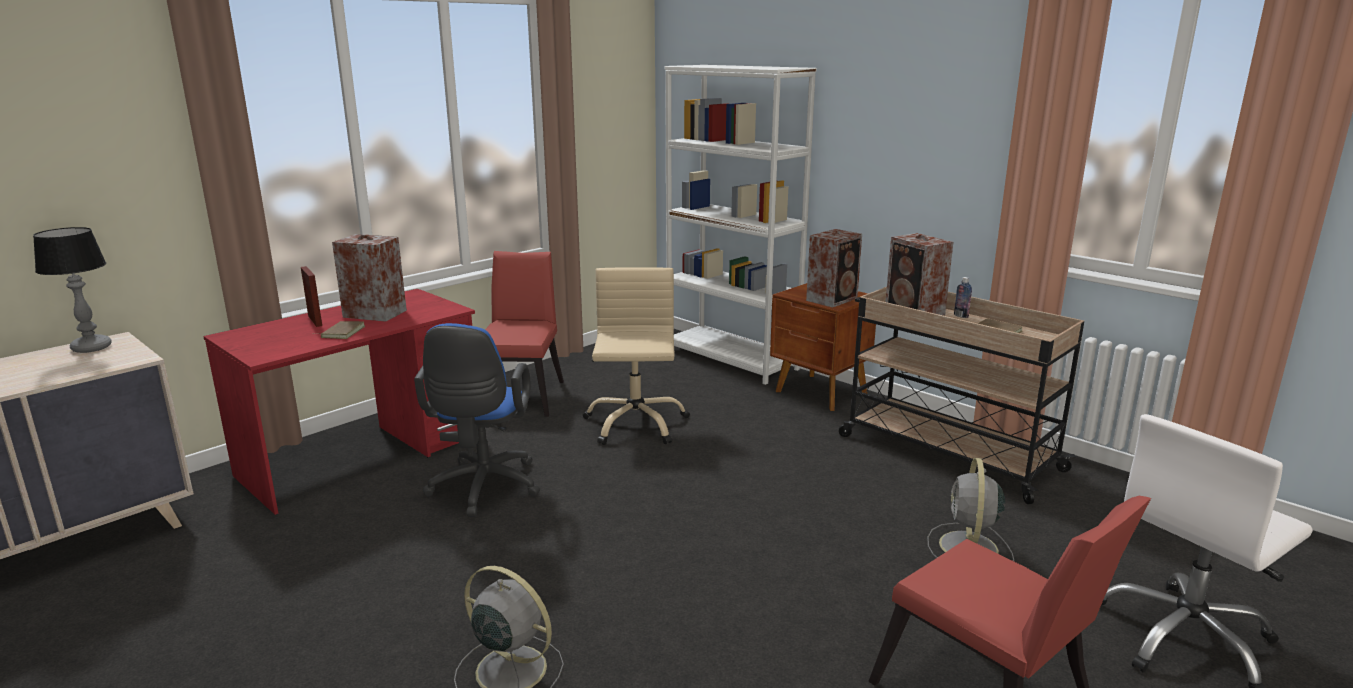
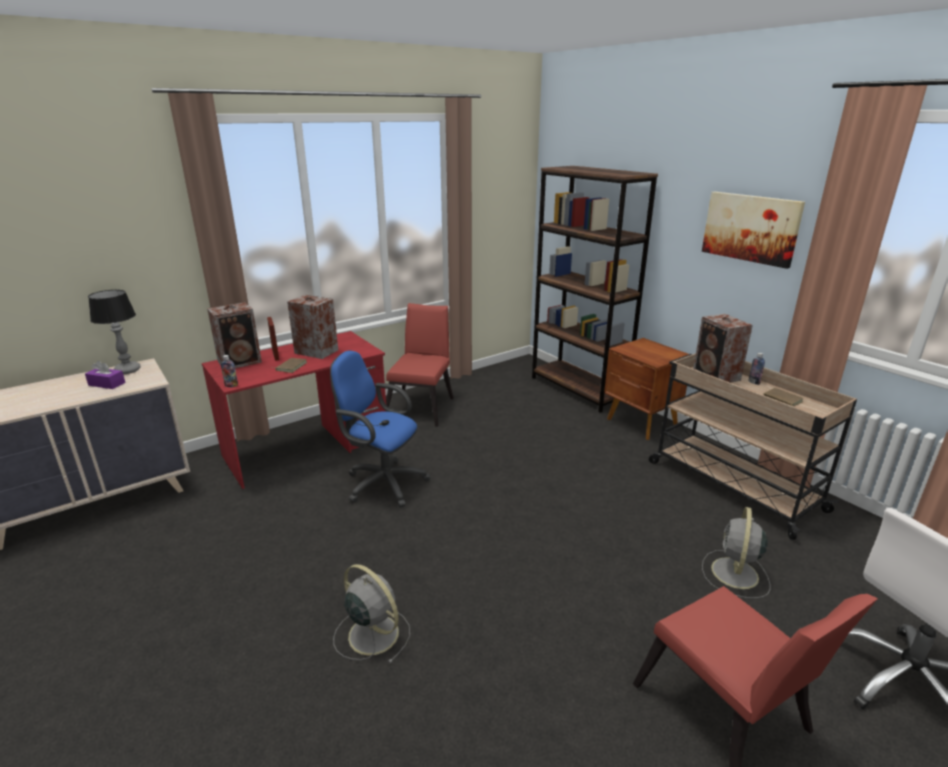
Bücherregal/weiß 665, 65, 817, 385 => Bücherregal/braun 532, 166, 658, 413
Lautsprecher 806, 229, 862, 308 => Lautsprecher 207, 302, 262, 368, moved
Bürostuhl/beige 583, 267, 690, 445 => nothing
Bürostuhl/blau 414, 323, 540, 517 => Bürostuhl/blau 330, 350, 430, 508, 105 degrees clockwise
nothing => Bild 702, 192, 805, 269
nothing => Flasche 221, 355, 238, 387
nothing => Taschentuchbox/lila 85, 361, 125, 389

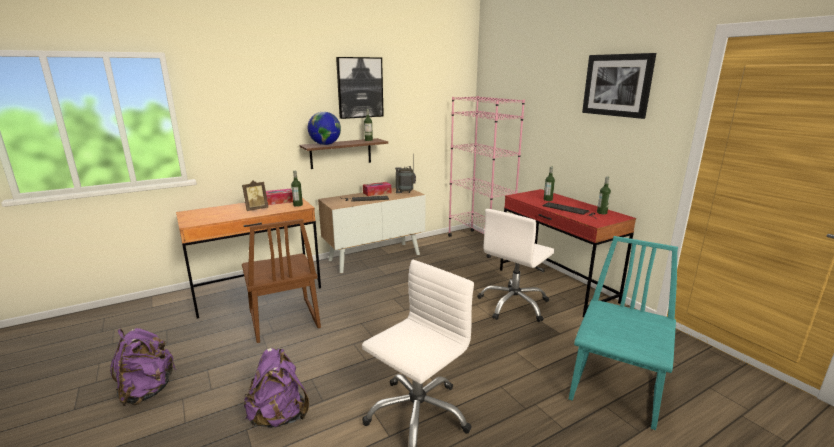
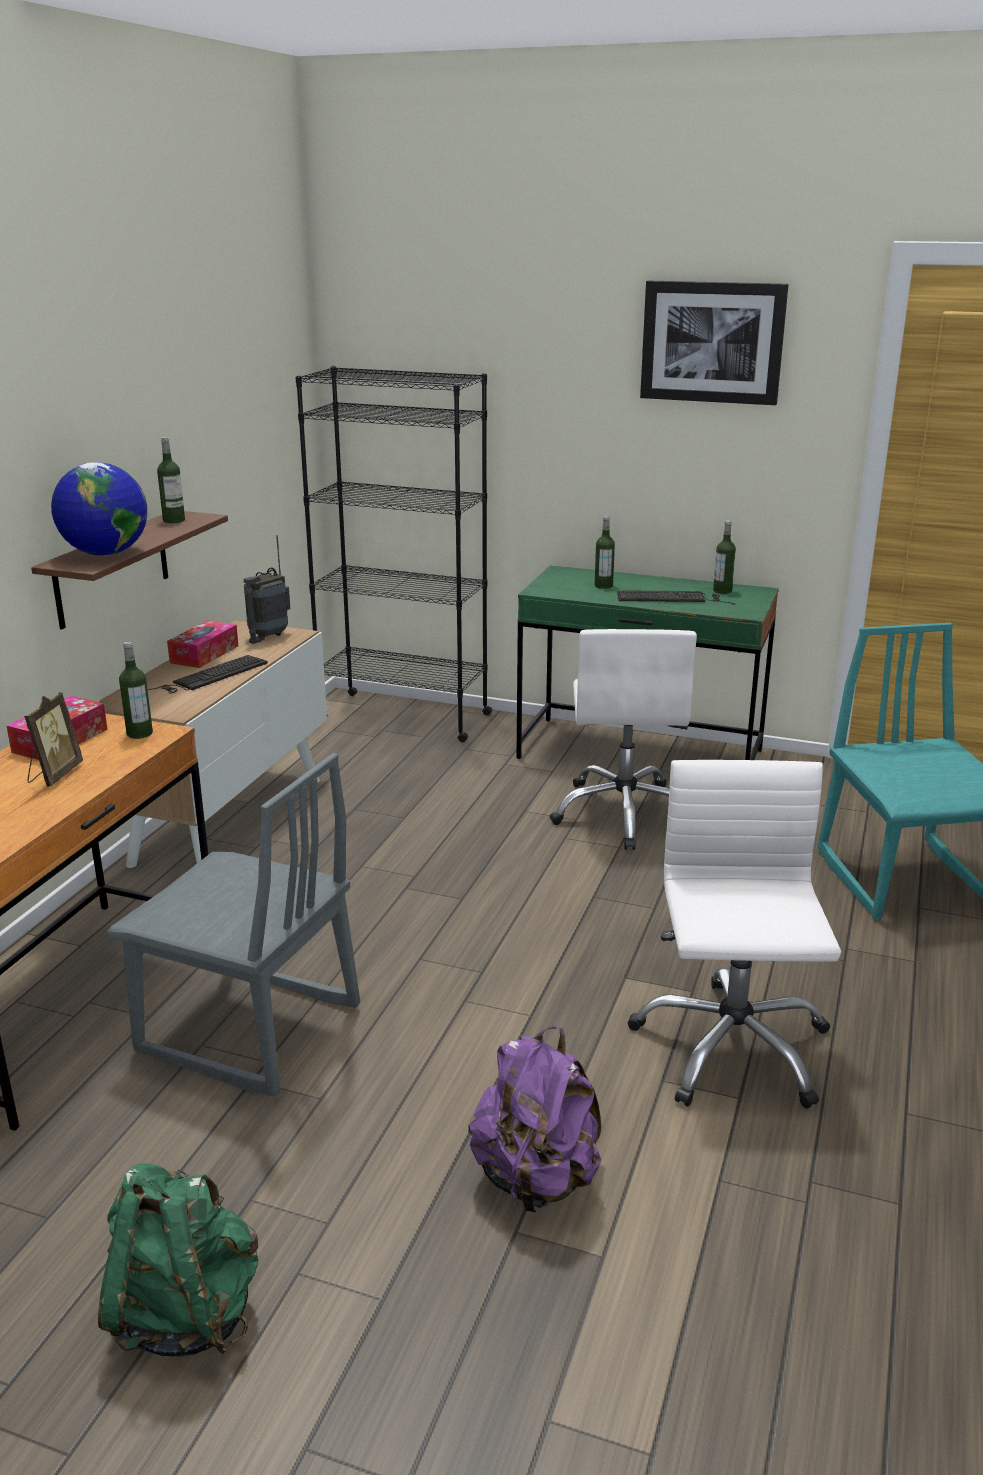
Bild 336, 57, 384, 119 => nothing
Bücherregal/rosa 448, 96, 525, 258 => Bücherregal/schwarz 296, 366, 492, 742
Schreibtisch/rot 500, 189, 636, 318 => Schreibtisch/grün 517, 566, 779, 760
Stuhl/braun 242, 219, 321, 343 => Stuhl/grau 108, 753, 360, 1096
Rucksack/lila 110, 328, 176, 406 => Rucksack/grün 98, 1164, 259, 1357

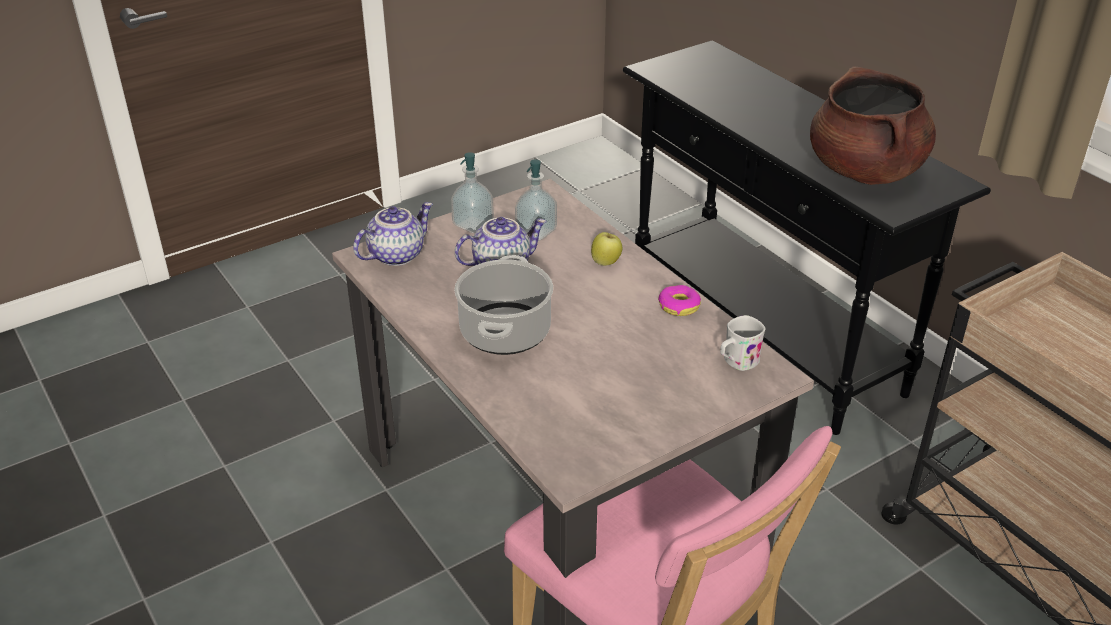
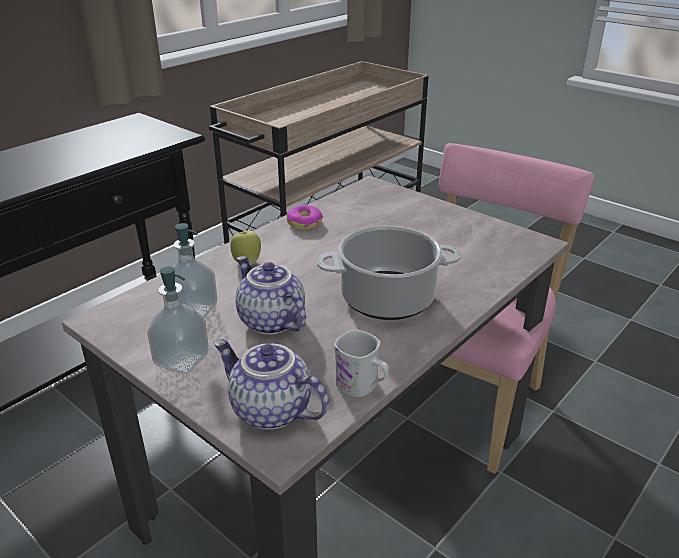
Kochtopf/braun 810, 66, 936, 185 => nothing
Henkelbecher/weiß 720, 315, 765, 371 => Henkelbecher/weiß 334, 330, 389, 397, moved

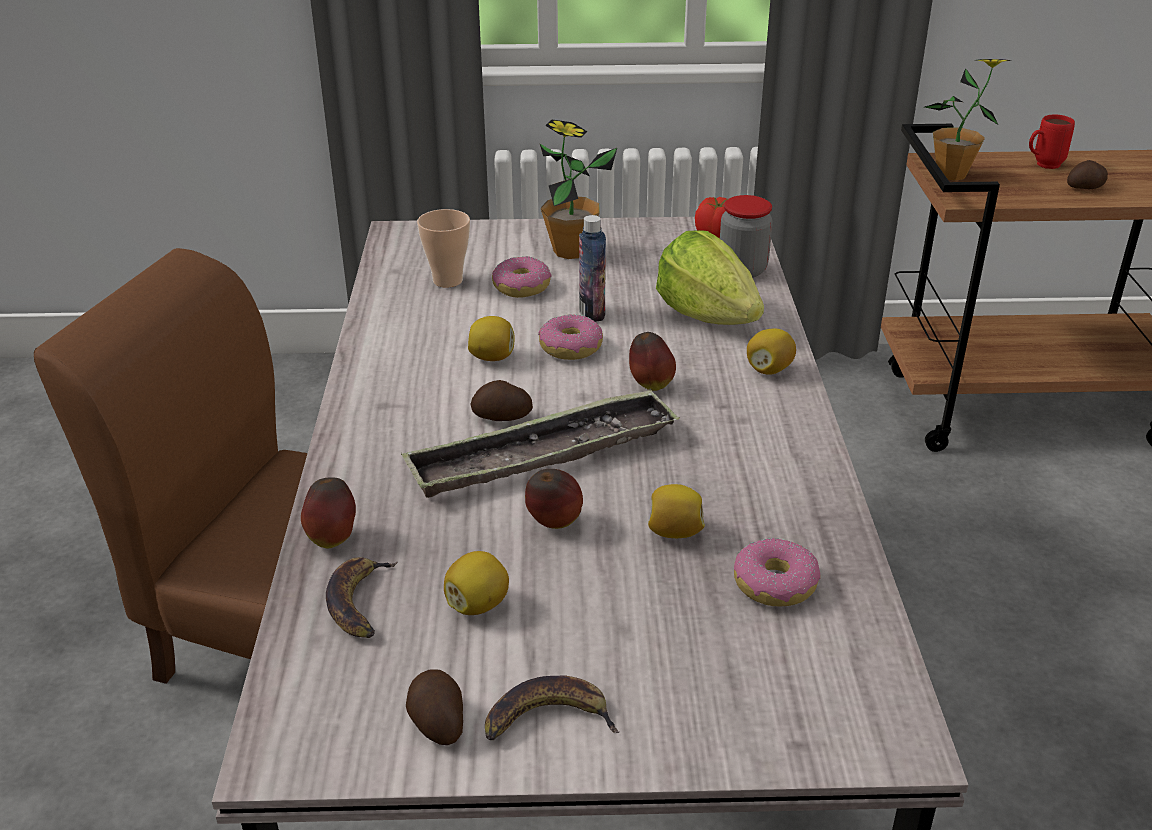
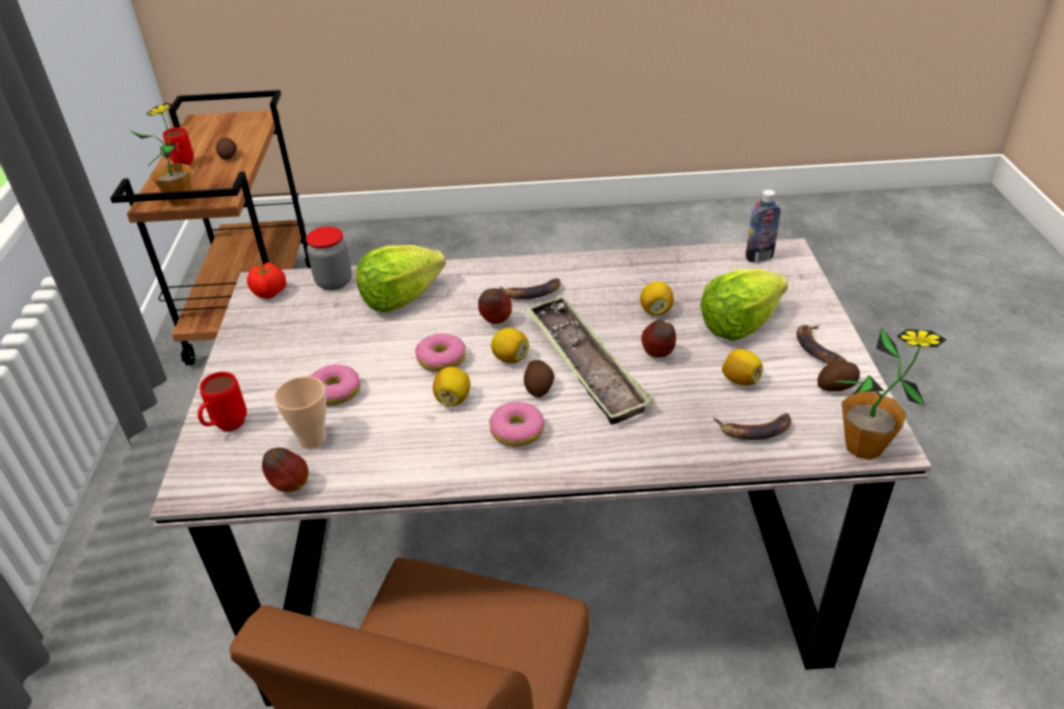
Topfpflanze 539, 120, 617, 259 => Topfpflanze 833, 328, 947, 460, moved
Flasche 579, 215, 606, 322 => Flasche 746, 190, 781, 263, moved
Zitrone 747, 329, 796, 375 => Zitrone 491, 328, 529, 363, moved
Apfel 301, 477, 356, 548 => Apfel 262, 448, 309, 493, moved
Donut 734, 538, 821, 606 => Donut 489, 401, 545, 447, moved
nothing => Salatkopf 700, 269, 788, 341
nothing => Banane 499, 278, 561, 299
nothing => Henkelbecher/rot 198, 372, 247, 431

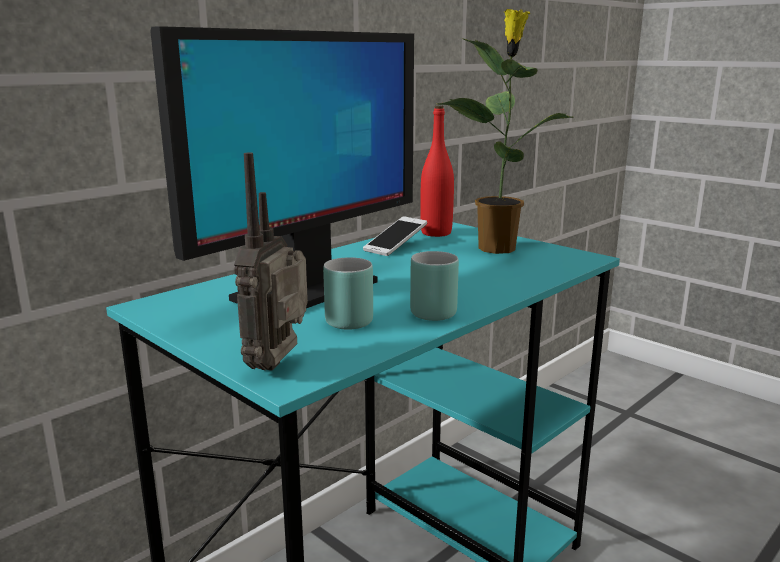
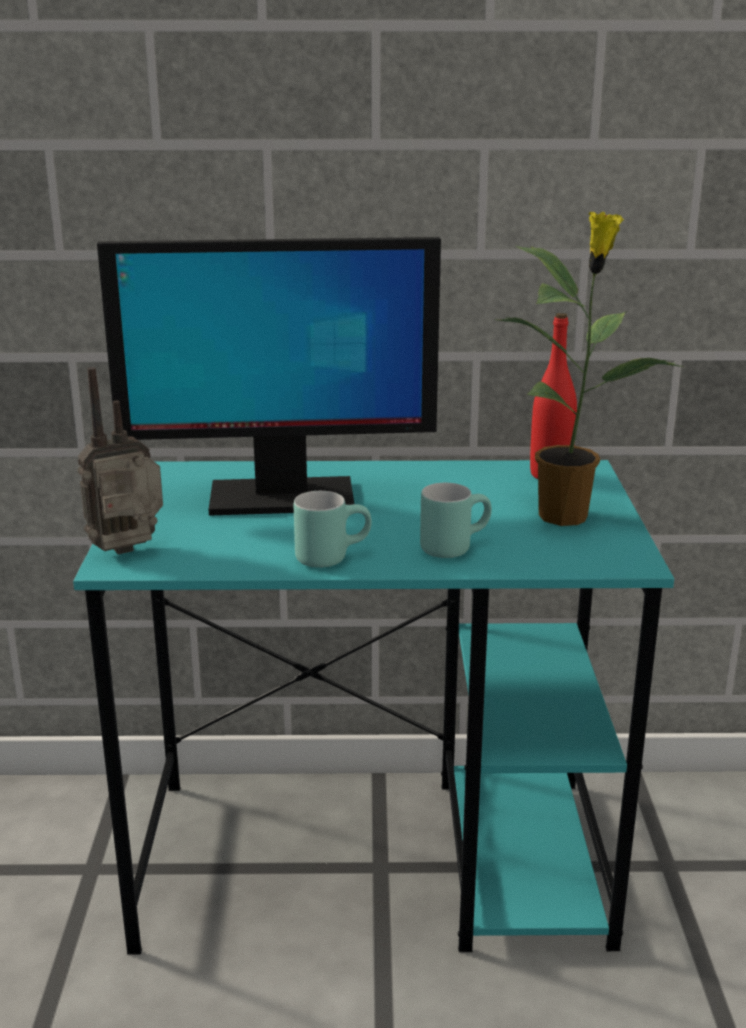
Handy 363, 216, 427, 256 => nothing
Henkelbecher/türkis 323, 257, 373, 330 => Henkelbecher/türkis 420, 483, 492, 558, moved

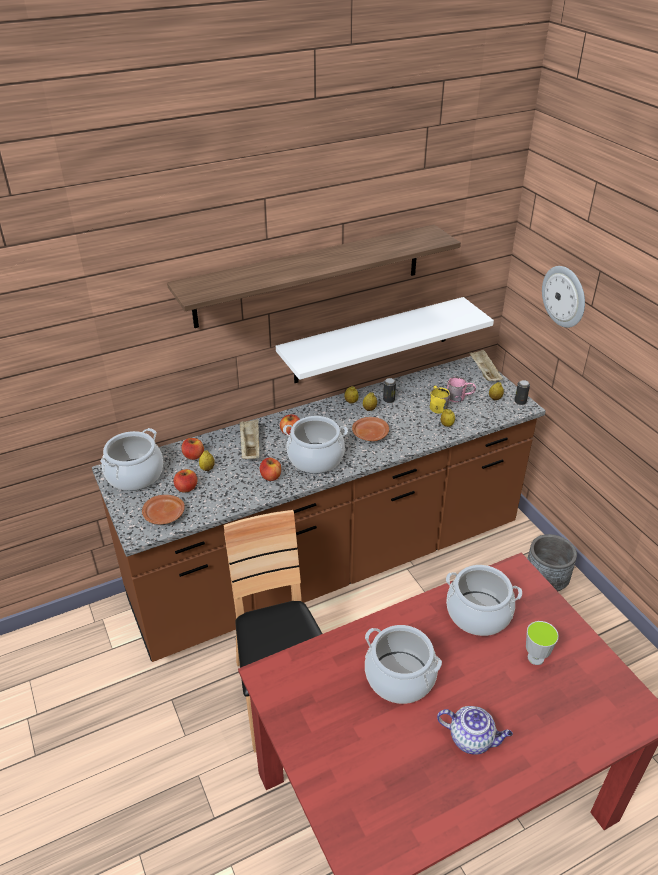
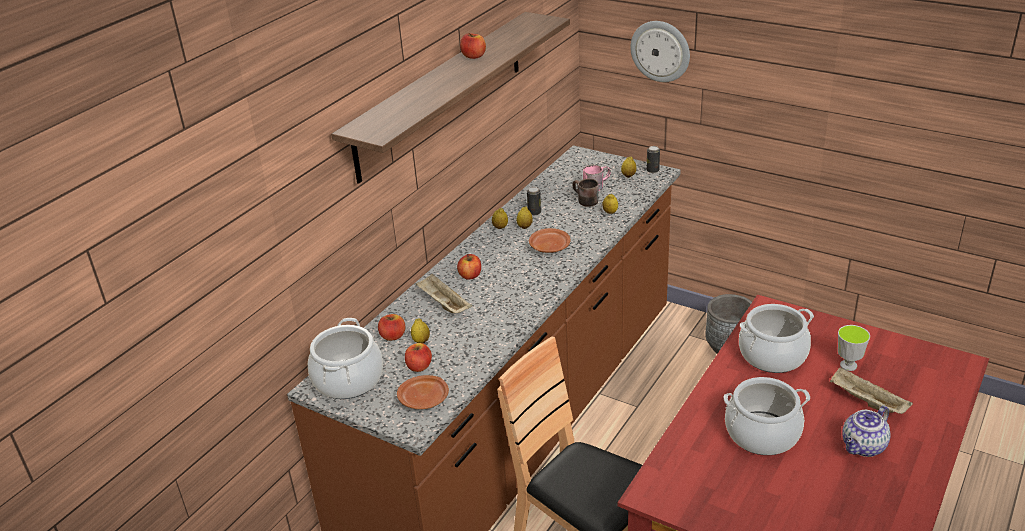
Wandregal/weiß 276, 297, 494, 383 => nothing
Tablett/beige 469, 350, 504, 381 => Tablett/beige 830, 367, 913, 414, moved
Henkelbecher/gelb 430, 386, 450, 414 => Henkelbecher/braun 572, 178, 599, 207
Kochtopf 283, 416, 348, 474 => nothing
Apfel 260, 458, 281, 481 => Apfel 460, 33, 486, 59, moved
Teekanne 437, 706, 513, 755 => Teekanne 842, 405, 891, 457, 150 degrees clockwise

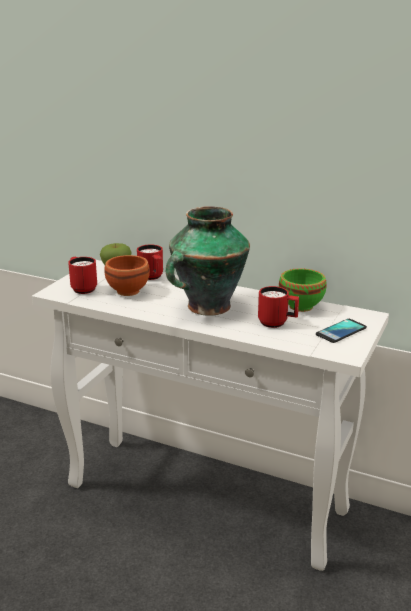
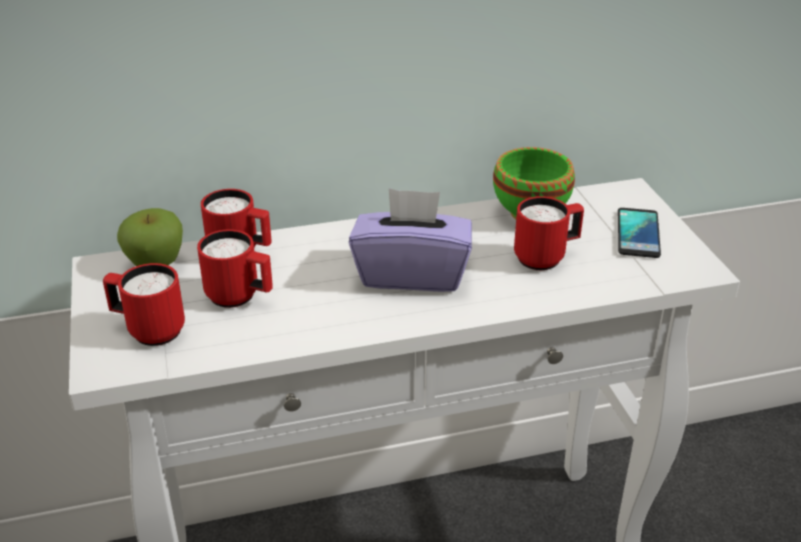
Vase 166, 206, 250, 316 => Taschentuchbox/lila 349, 188, 472, 292
Schüssel/braun 104, 255, 150, 296 => Henkelbecher/rot 197, 229, 273, 308

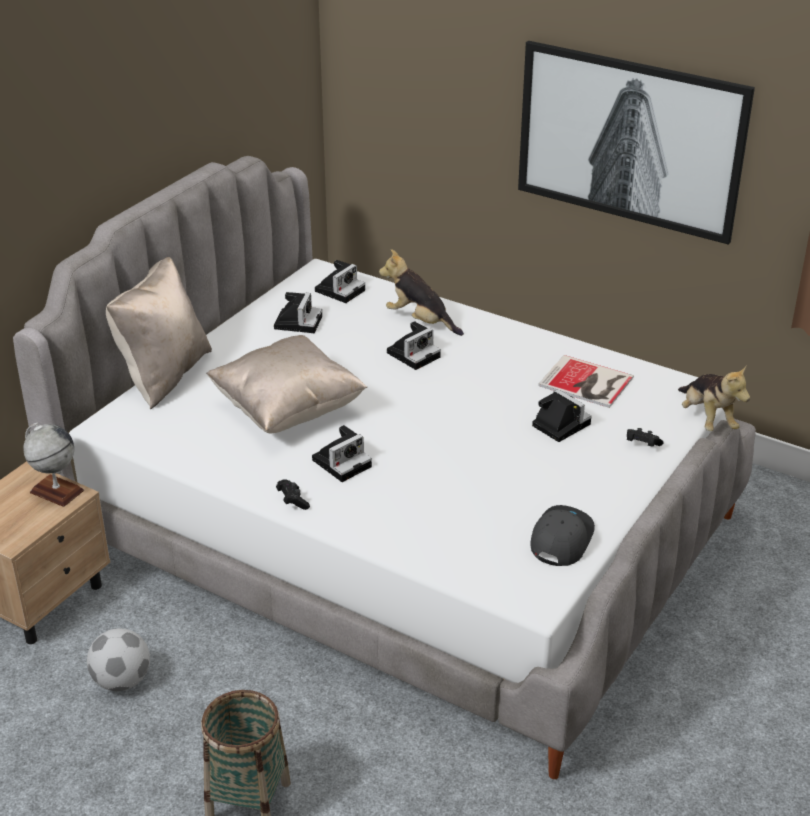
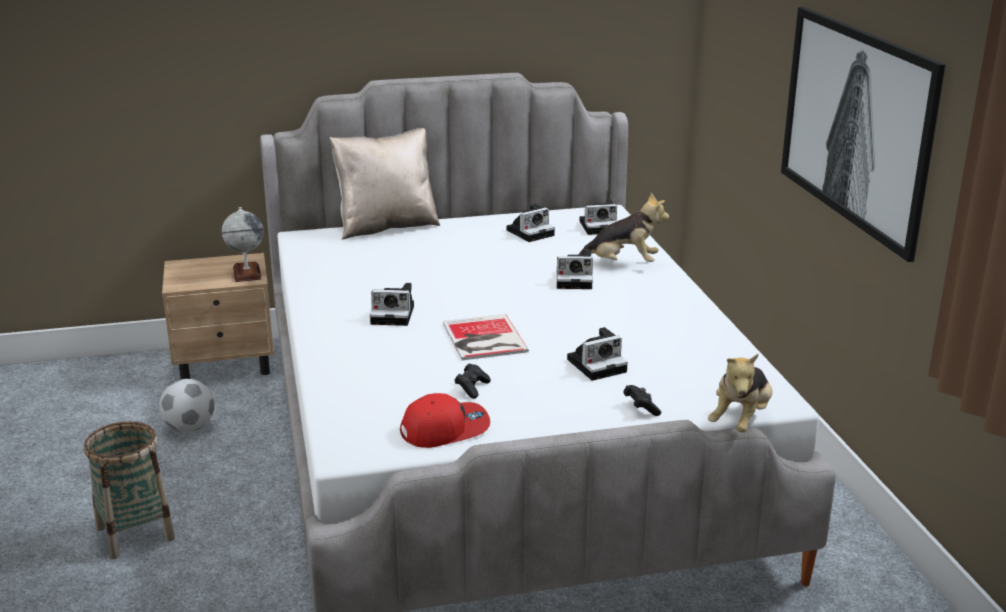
Plüschtier 379, 249, 464, 336 => Plüschtier 578, 192, 669, 262, 105 degrees clockwise
Kissen/beige 206, 335, 367, 433 => nothing
Buch 538, 355, 634, 408 => Buch 443, 314, 529, 360, moved
Kamera 532, 389, 592, 442 => Kamera 567, 327, 628, 381, 60 degrees clockwise
Gamepad/schwarz 276, 479, 310, 510 => Gamepad/schwarz 455, 364, 491, 399, moved
Kappe/grau 531, 505, 595, 566 => Kappe/rot 400, 393, 490, 448

